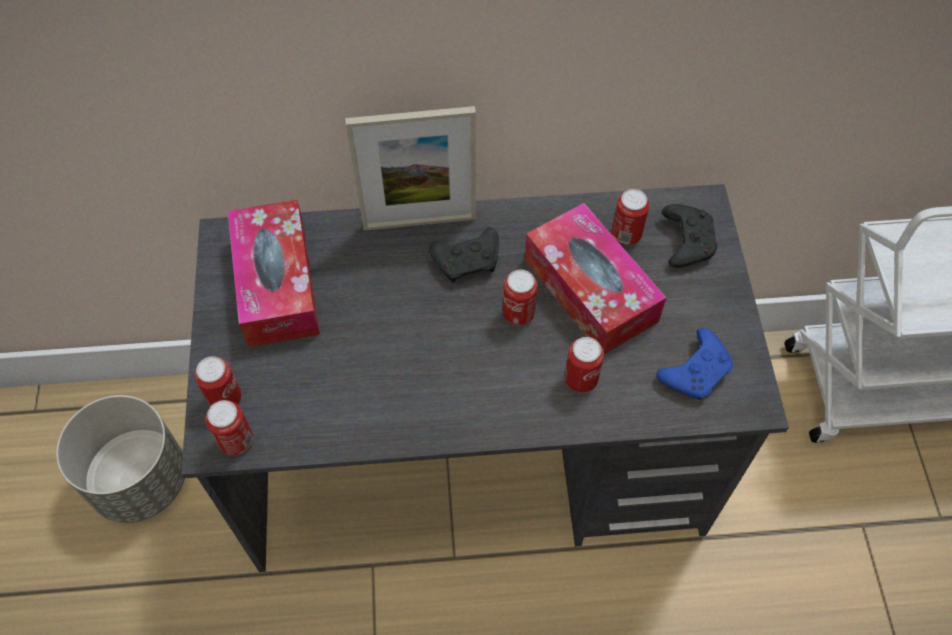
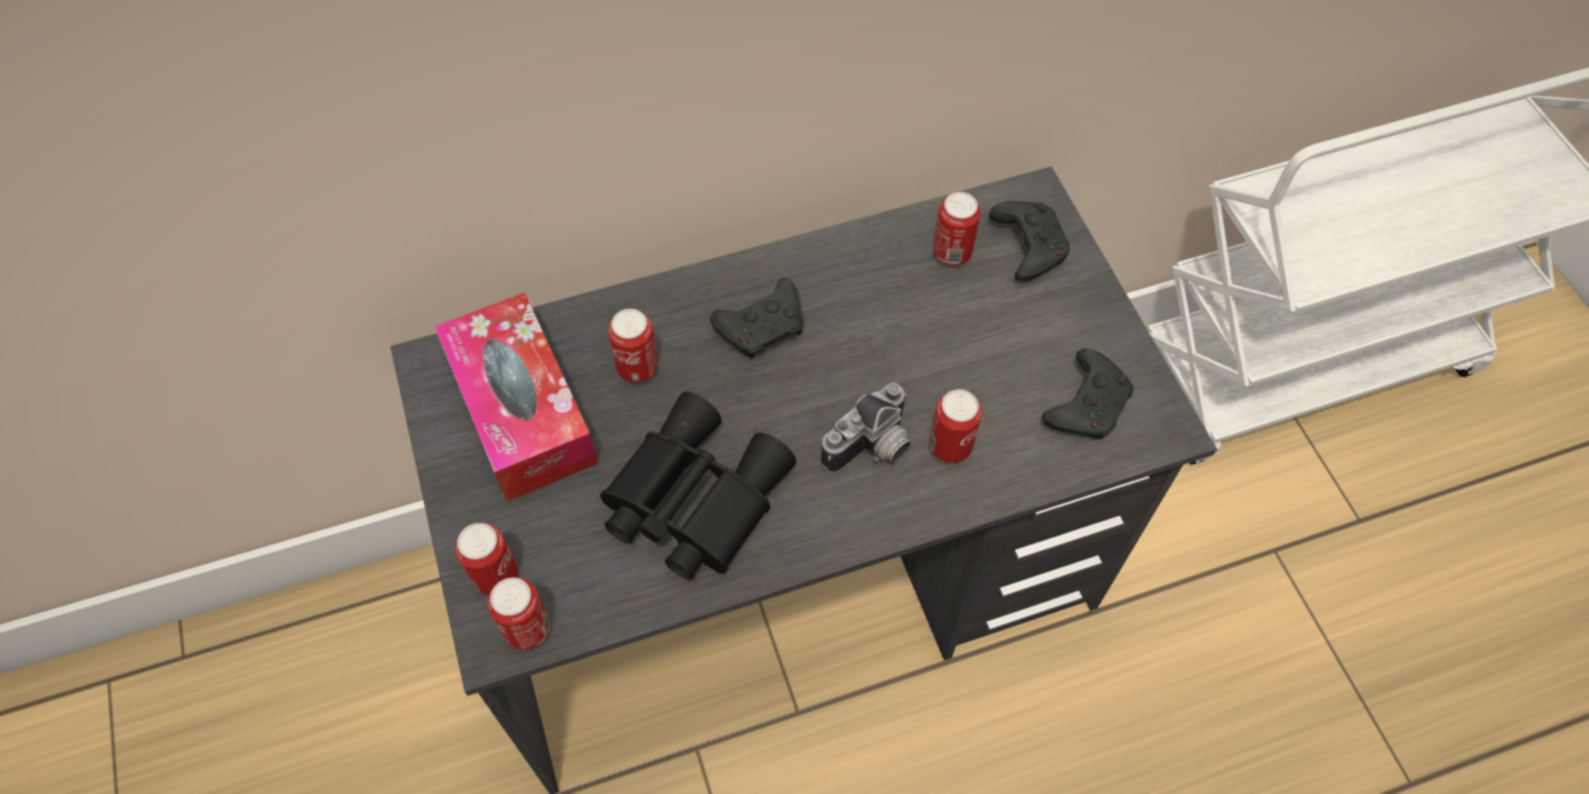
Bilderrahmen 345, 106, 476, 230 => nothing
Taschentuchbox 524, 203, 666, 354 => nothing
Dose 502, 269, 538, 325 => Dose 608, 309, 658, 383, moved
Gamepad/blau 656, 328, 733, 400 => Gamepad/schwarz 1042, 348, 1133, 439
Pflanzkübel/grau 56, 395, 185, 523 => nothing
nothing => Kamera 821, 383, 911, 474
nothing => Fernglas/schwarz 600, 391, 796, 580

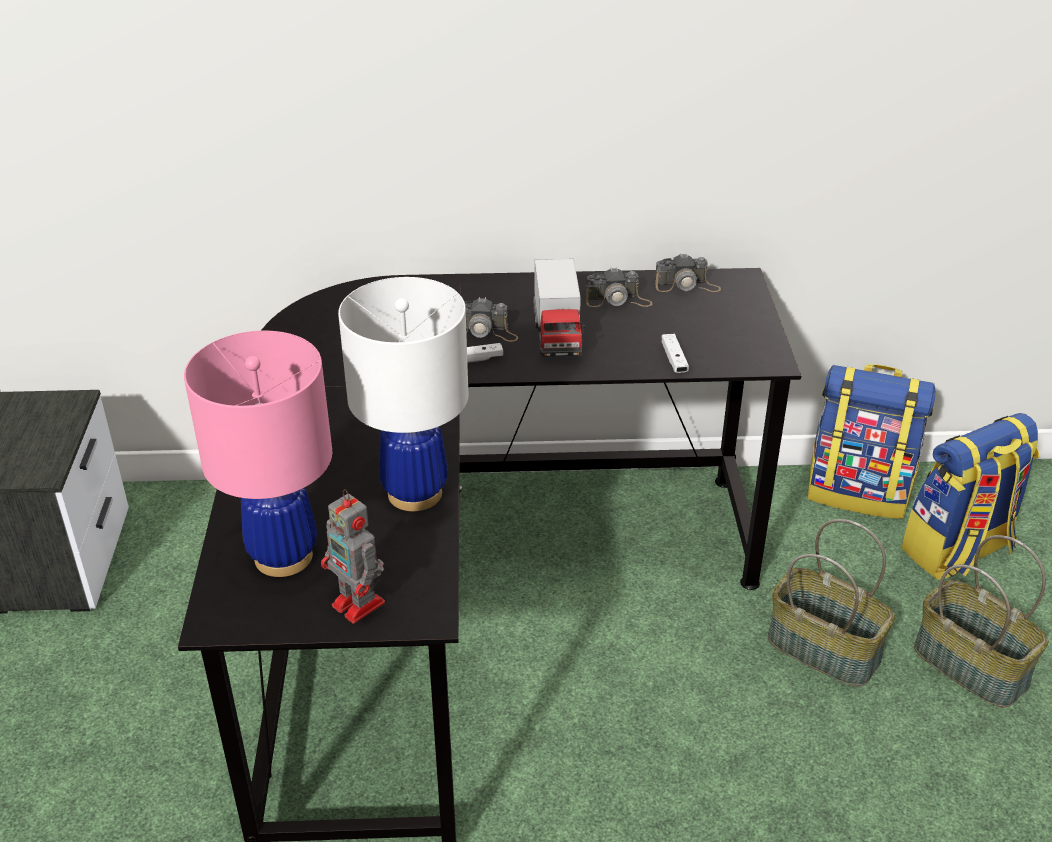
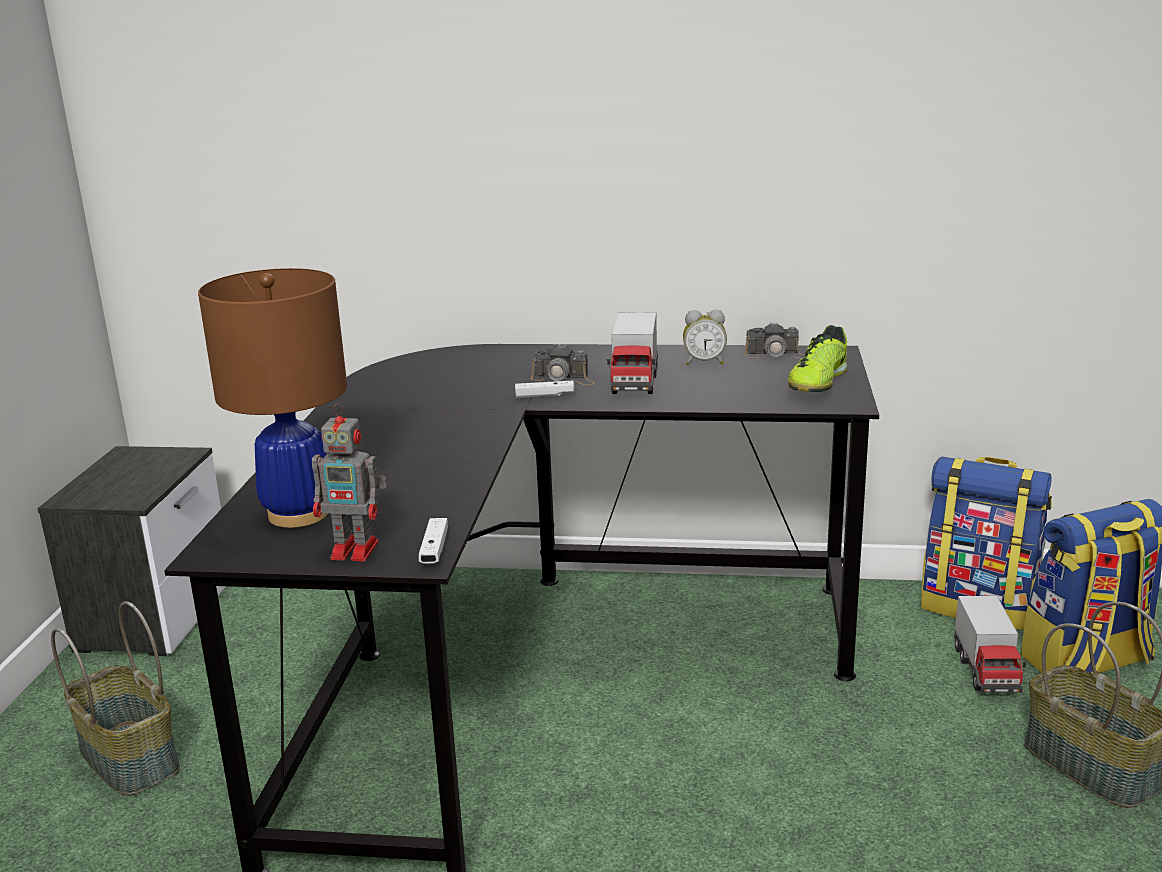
Kamera 586, 267, 652, 307 => Wecker 683, 309, 727, 365
Tischlampe/weiß 338, 277, 469, 511 => nothing
Tischlampe/rosa 184, 331, 332, 577 => Tischlampe/braun 198, 268, 347, 528
Gamepad/weiß 661, 334, 689, 373 => Gamepad/weiß 419, 518, 448, 564, moved
Spielzeugroboter 321, 489, 385, 624 => Spielzeugroboter 312, 403, 387, 561, 45 degrees counterclockwise
Korb 768, 519, 895, 687 => Korb 51, 601, 180, 796, moved
nothing => Schuh 788, 325, 847, 392
nothing => Spielzeuglaster 954, 596, 1026, 693

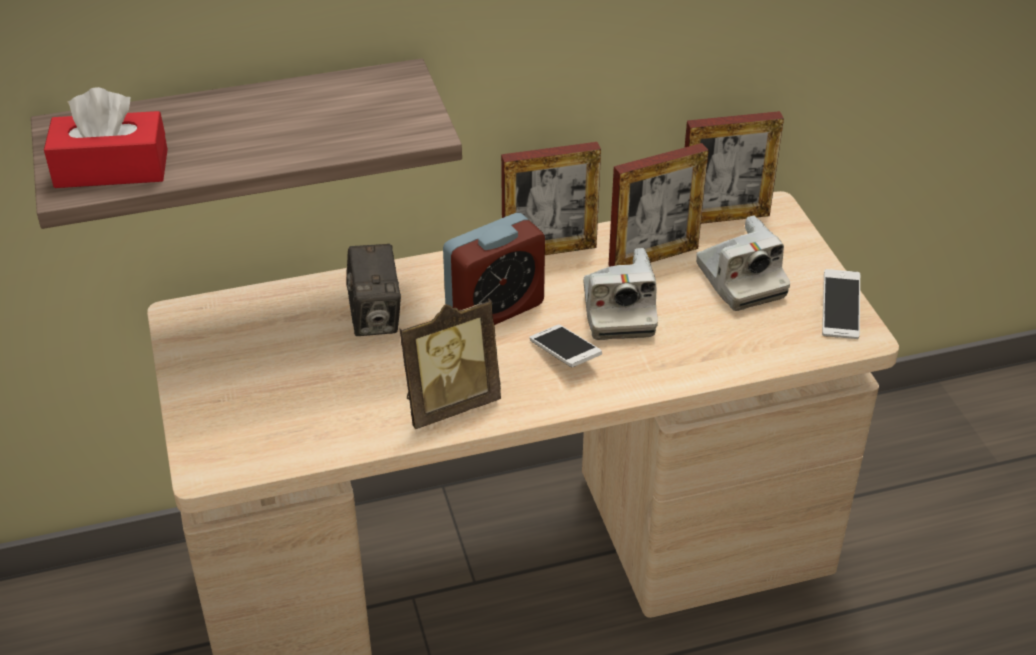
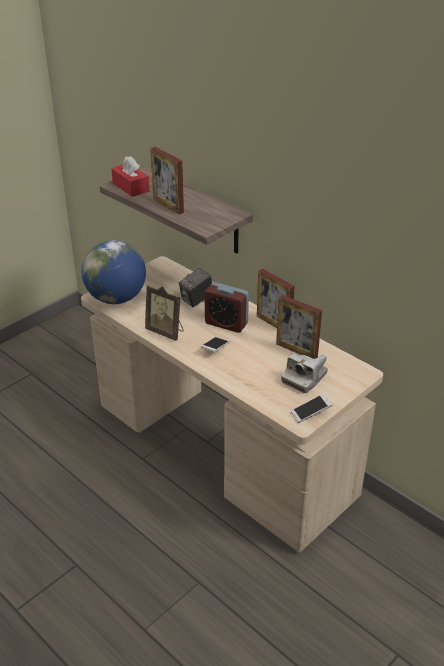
Bilderrahmen 684, 111, 784, 224 => Bilderrahmen 150, 147, 184, 215, moved
Kamera 584, 248, 658, 340 => nothing
nothing => Globus 82, 240, 146, 304

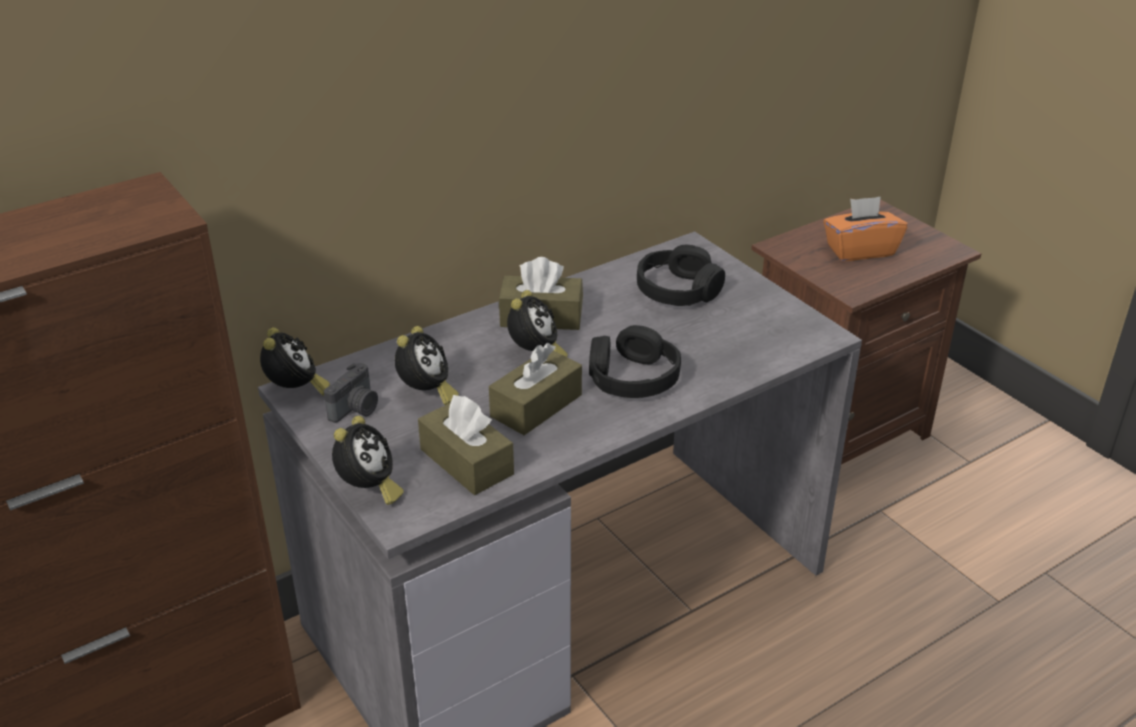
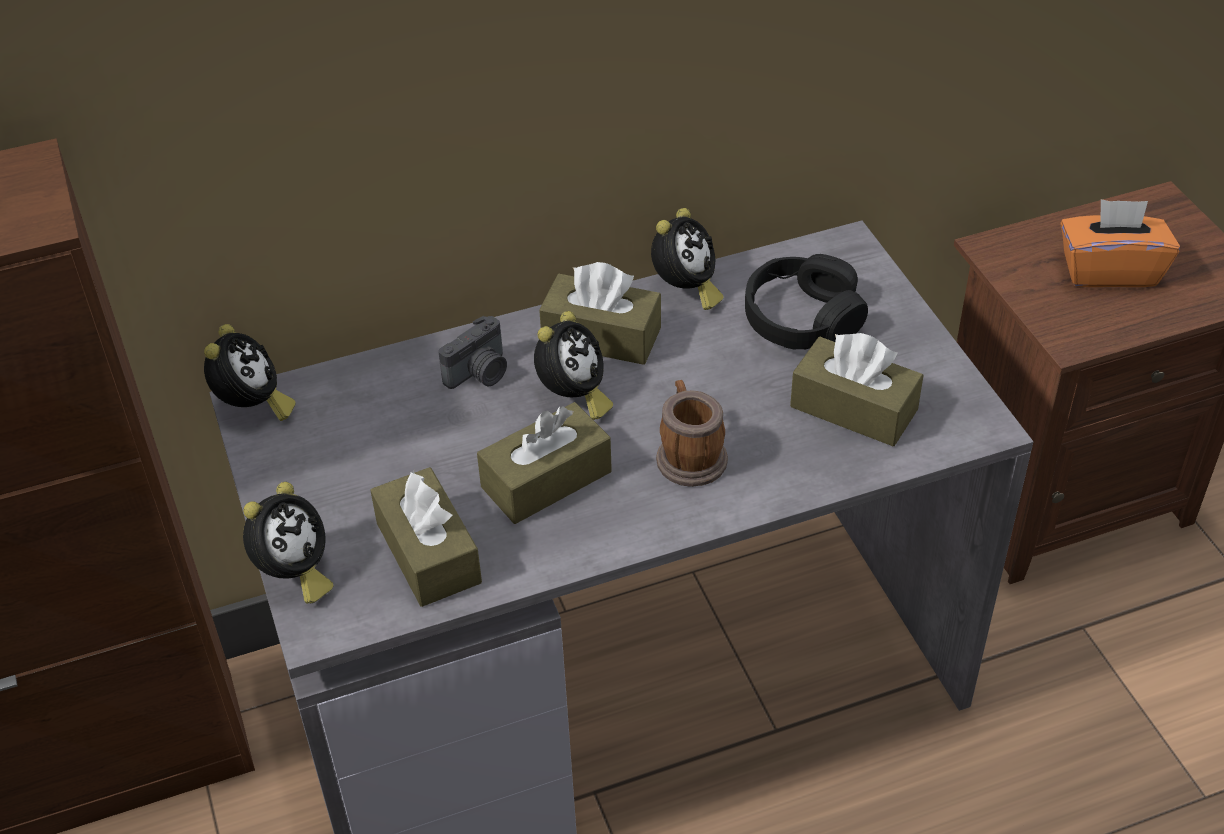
Kopfhörer/schwarz 589, 325, 681, 398 => Henkelbecher 656, 380, 728, 487
Wecker 395, 326, 459, 405 => Wecker 651, 208, 724, 310, moved
Kamera 324, 363, 378, 423 => Kamera 438, 316, 507, 389, moved
nothing => Taschentuchbox/braun 790, 333, 924, 446

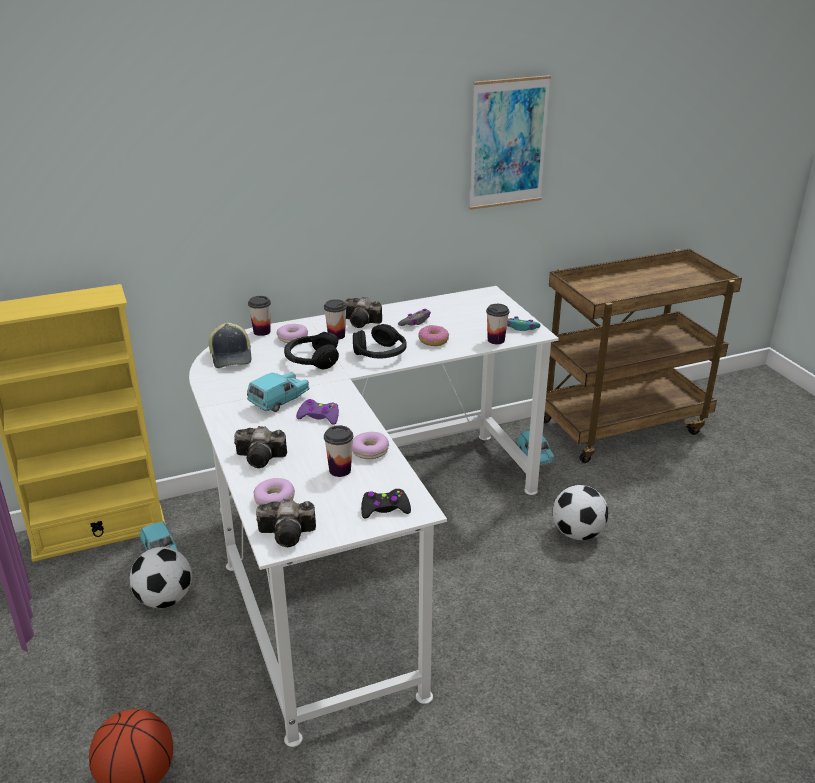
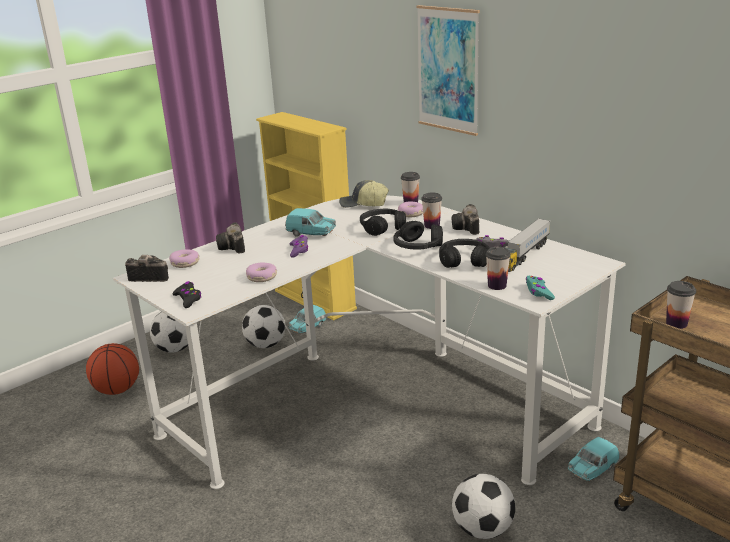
Bild 469, 75, 551, 210 => Bild 416, 5, 480, 136, moved
Kappe 209, 323, 251, 368 => Kappe 339, 180, 389, 208, 45 degrees clockwise
Donut 418, 325, 449, 346 => Kopfhörer/schwarz 439, 239, 489, 268
Tasse 324, 425, 353, 477 => Tasse 666, 281, 696, 329, moved
Kamera 256, 499, 316, 547 => Kamera 125, 255, 169, 282, 120 degrees clockwise
nothing => Spielzeuglaster 504, 218, 550, 272
nothing => Fußball 150, 312, 188, 352

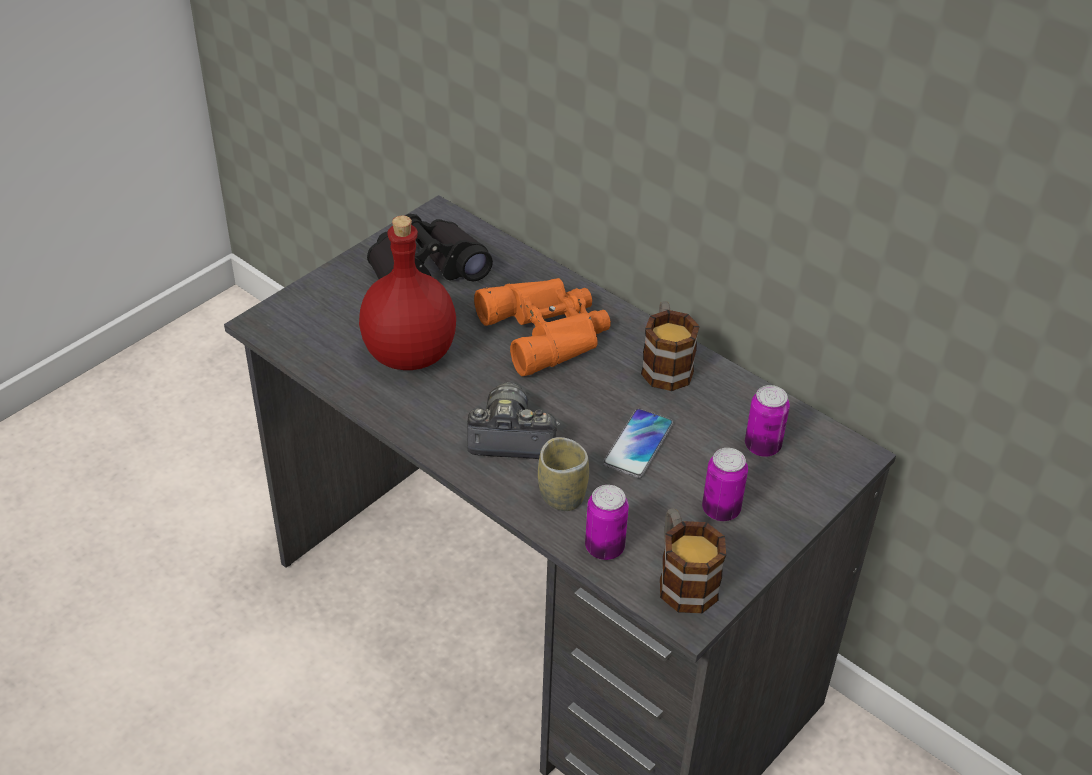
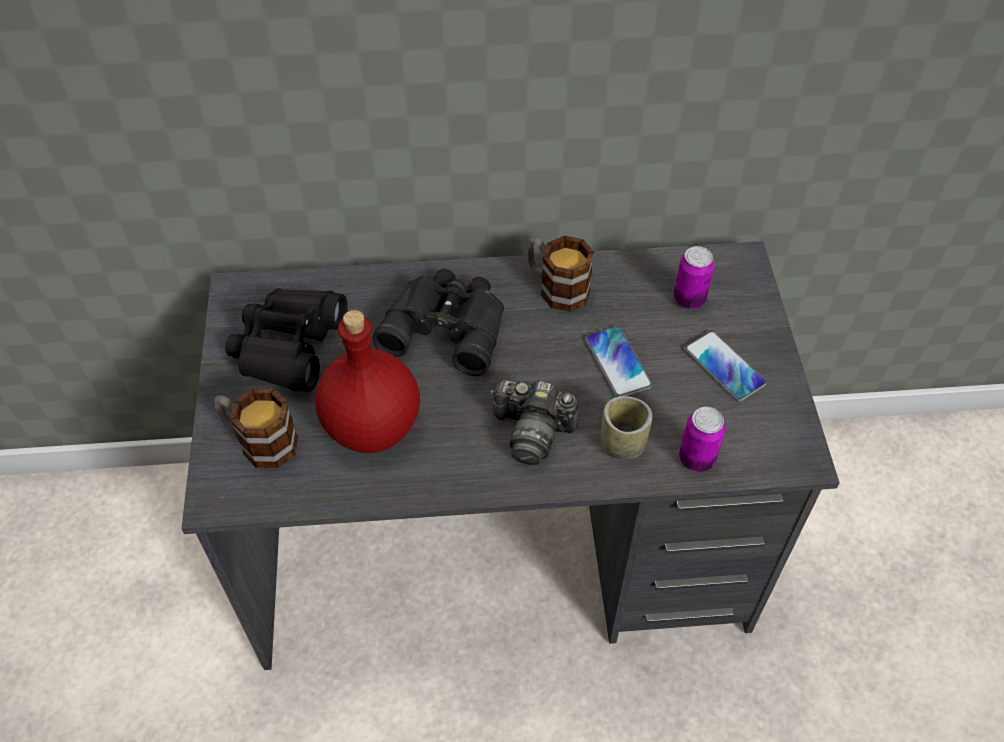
Fernglas/orange 474, 278, 611, 376 => Fernglas/schwarz 372, 269, 504, 376
Kamera 467, 382, 560, 459 => Kamera 490, 379, 579, 465, 120 degrees counterclockwise
Dose 702, 448, 748, 521 => Handy 685, 331, 767, 402
Henkelbecher 660, 508, 726, 613 => Henkelbecher 214, 388, 298, 468, moved

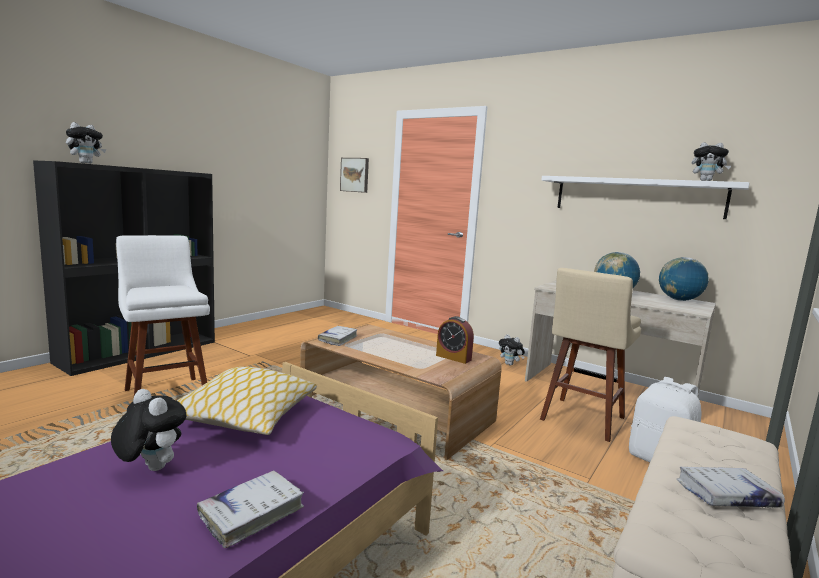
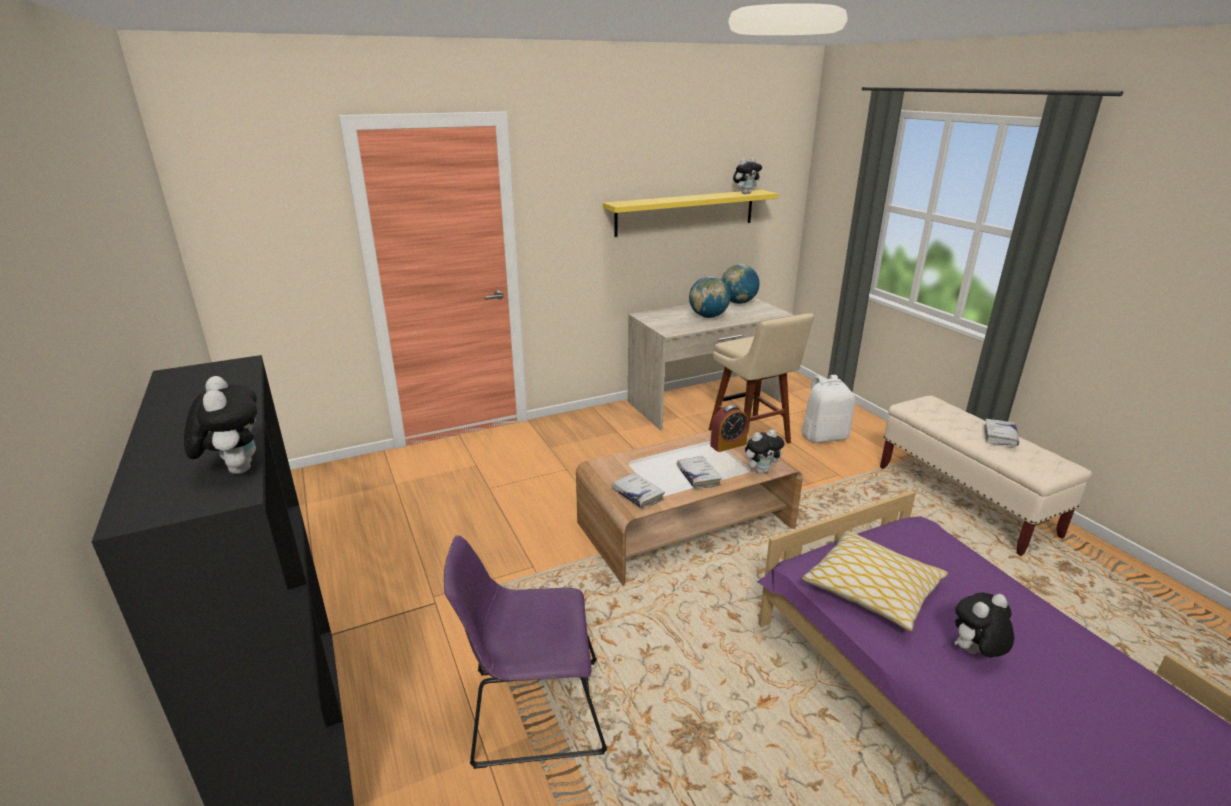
Bild 340, 158, 369, 193 => nothing
Wandregal/weiß 541, 176, 749, 219 => Wandregal/gelb 603, 190, 778, 237
Hocker/weiß 116, 235, 210, 395 => Stuhl/lila 444, 535, 607, 769
Plüschtier 499, 334, 525, 366 => Plüschtier 745, 429, 784, 474, moved
Buch/weiß 197, 470, 304, 548 => Buch/weiß 677, 456, 722, 489, moved

